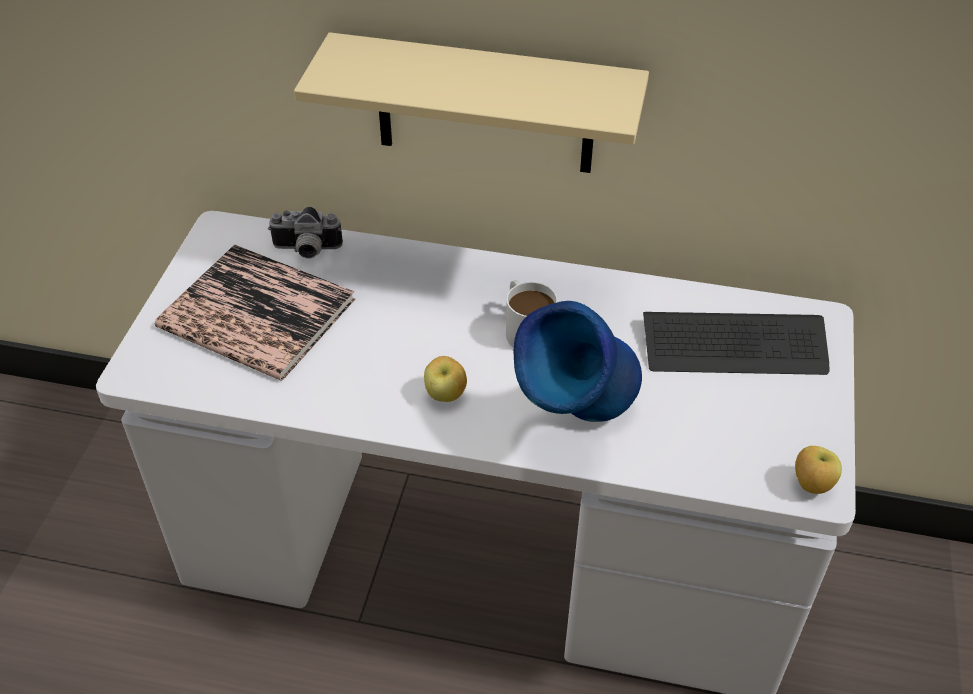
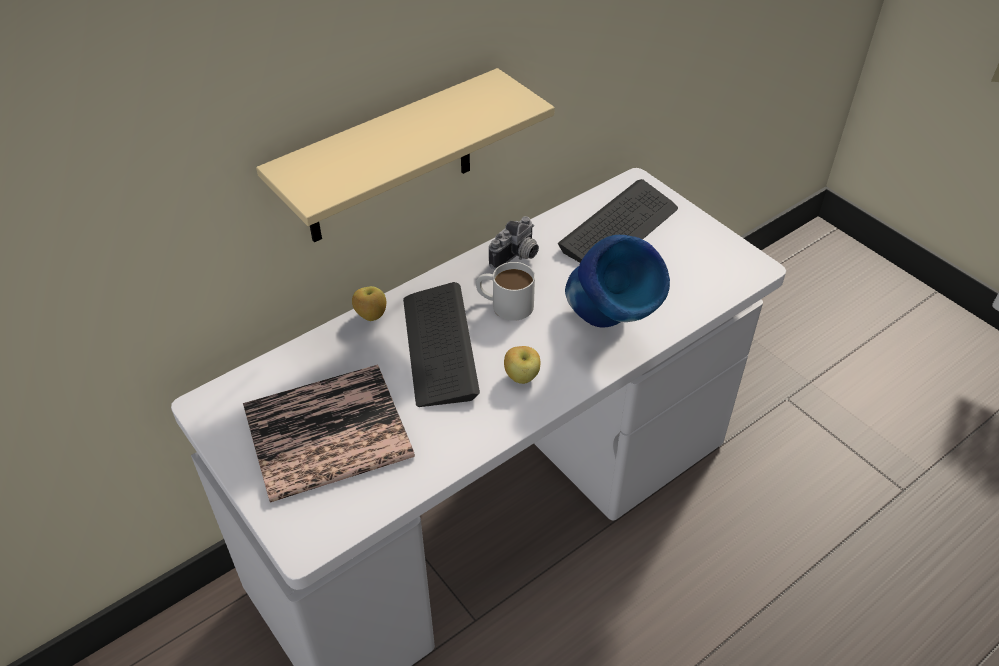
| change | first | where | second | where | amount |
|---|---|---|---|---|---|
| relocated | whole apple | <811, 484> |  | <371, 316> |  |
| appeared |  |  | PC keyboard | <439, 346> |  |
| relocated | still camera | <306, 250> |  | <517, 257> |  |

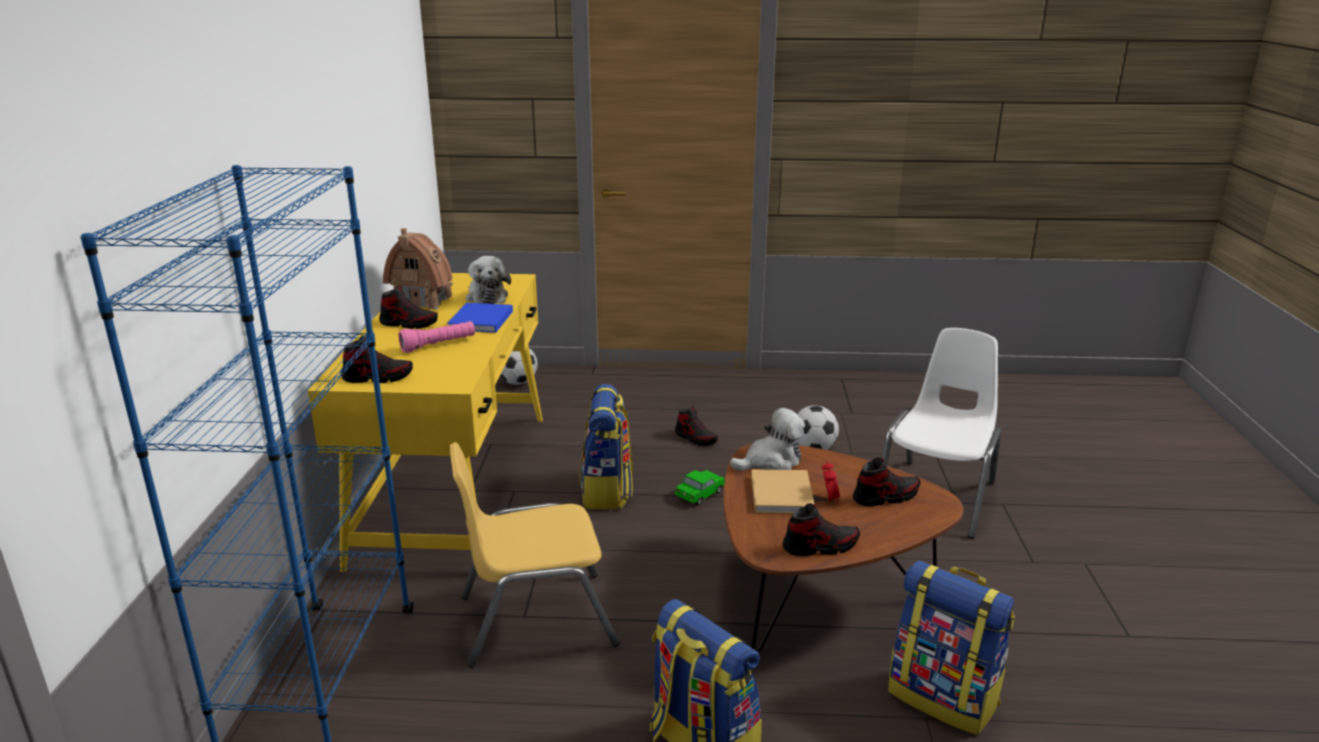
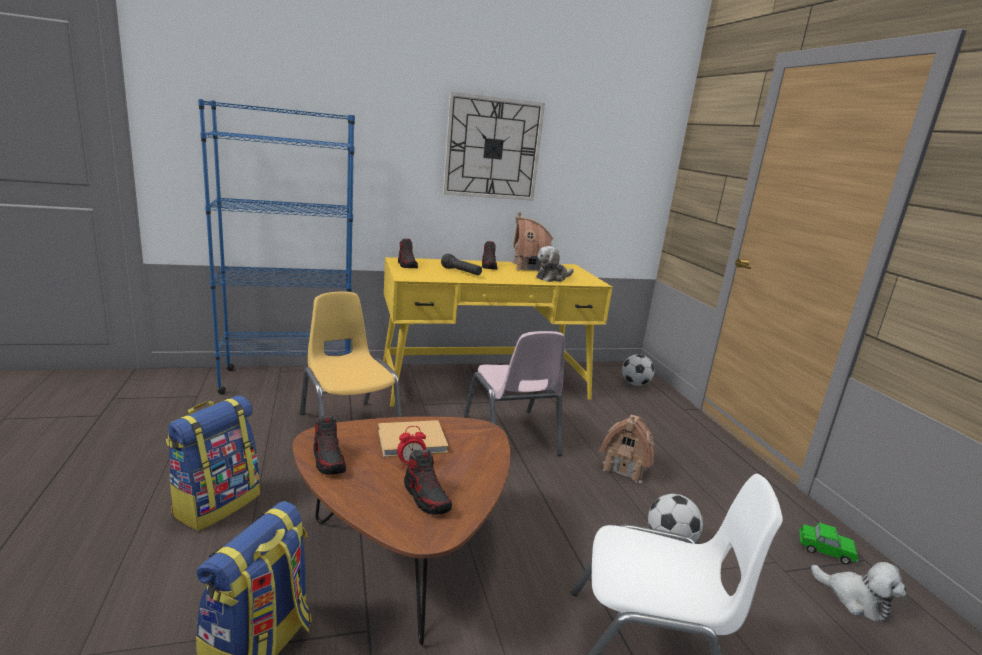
| change | first | where | second | where | amount |
|---|---|---|---|---|---|
| colour | pink-coloured flashlight | <438, 345> | black flashlight | <461, 272> |  |
| appeared |  |  | clock on the wall | <492, 148> |  |
| exchanged | rucksack | <607, 491> | pink-coloured chair | <511, 435> |  |
| exchanged | shoe | <696, 438> | miniature house | <625, 467> |  |
| relocated | miniature car | <700, 495> |  | <825, 550> |  |
| relocated | plush toy | <771, 461> |  | <855, 599> |  |
| missing | blue-coloured volume | <480, 321> |  |  |  |

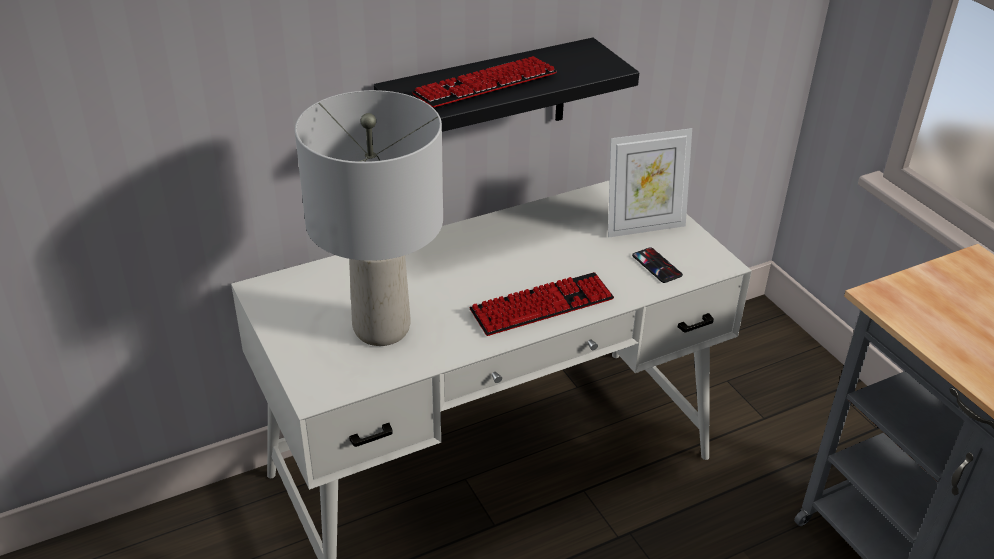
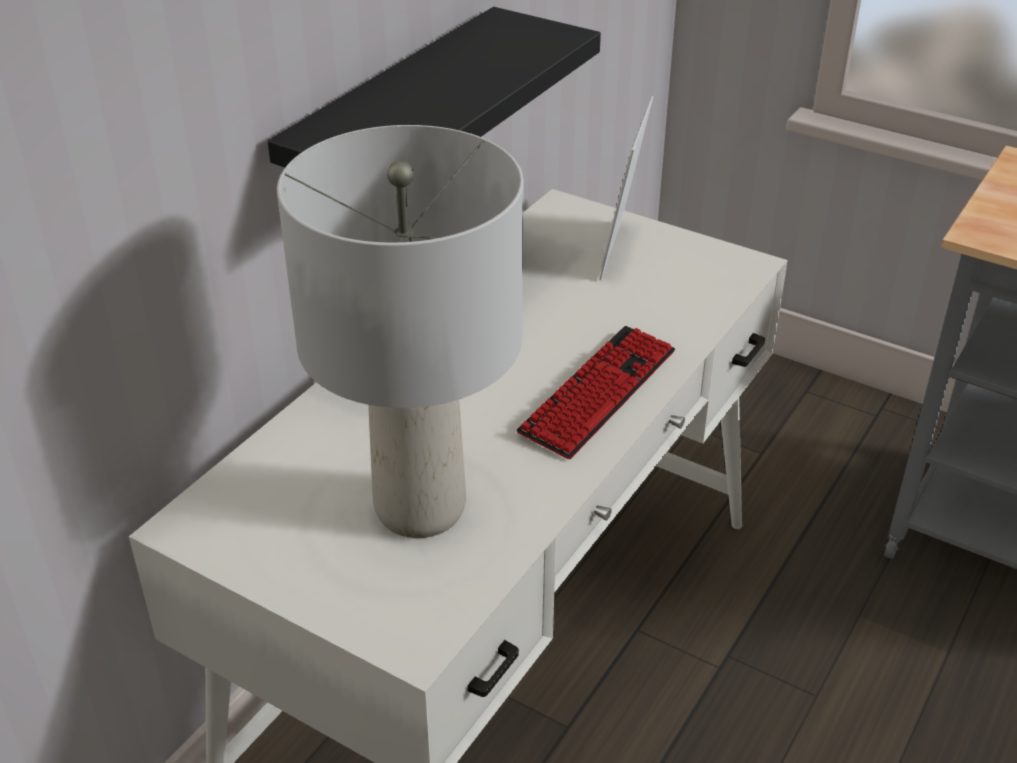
| change | first | where | second | where | amount |
|---|---|---|---|---|---|
| spun | standing frame | <643, 226> |  | <622, 251> | 150 degrees clockwise |
| missing | PC keyboard | <485, 85> |  |  |  |
| missing | telephone | <657, 265> |  |  |  |

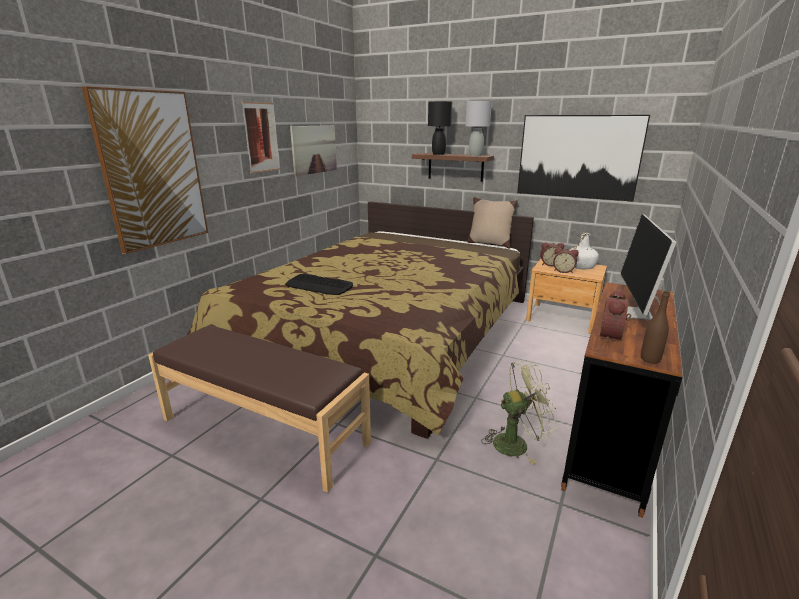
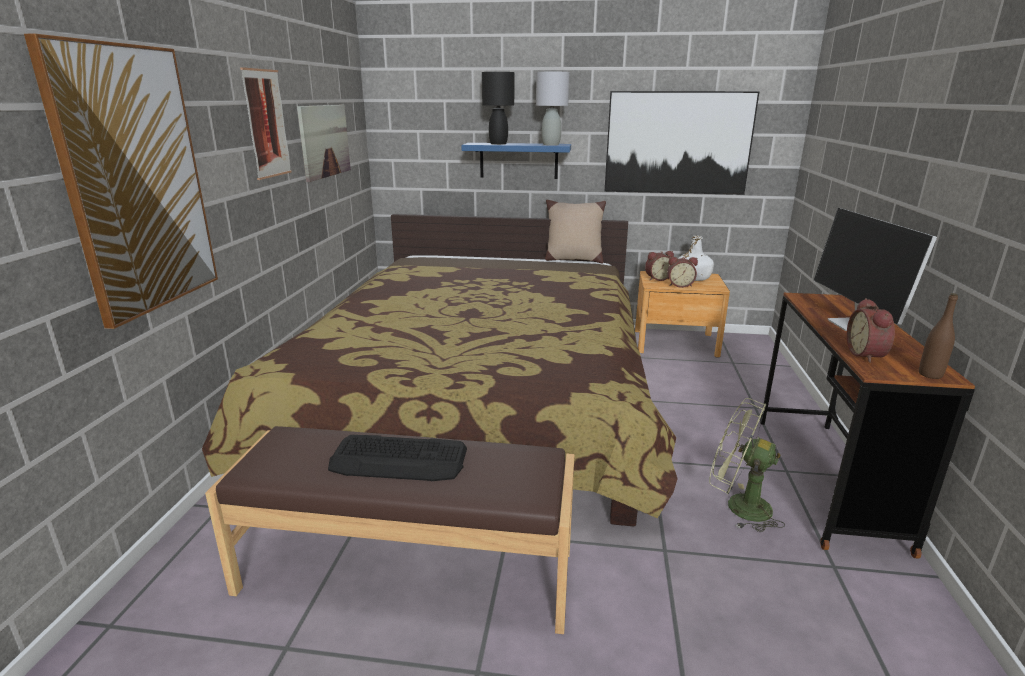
| change | first | where | second | where | amount |
|---|---|---|---|---|---|
| relocated | PC keyboard | <319, 285> |  | <399, 459> |  |
| colour | brown-coloured shelf | <455, 167> | blue-coloured shelf | <518, 160> |  |
| spun | greenish electric fan | <517, 443> |  | <738, 506> | 120 degrees counterclockwise |

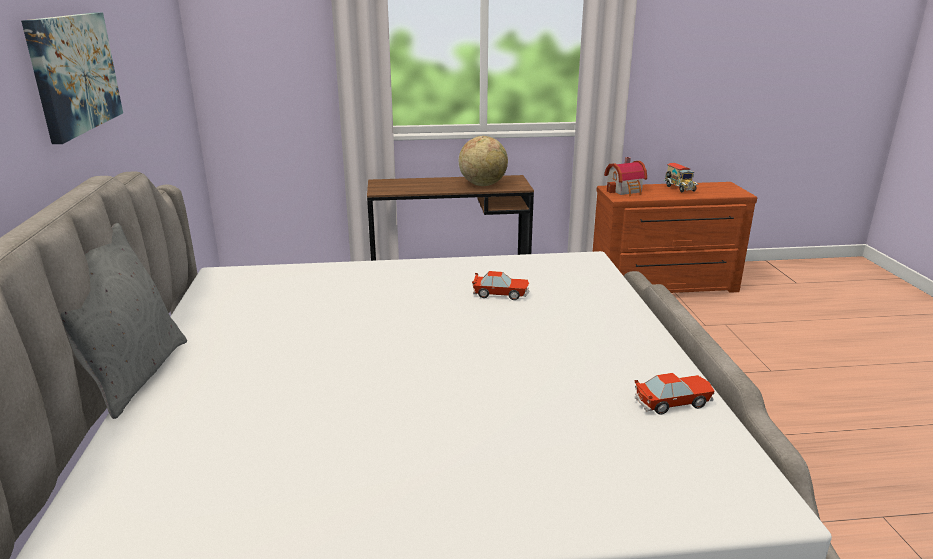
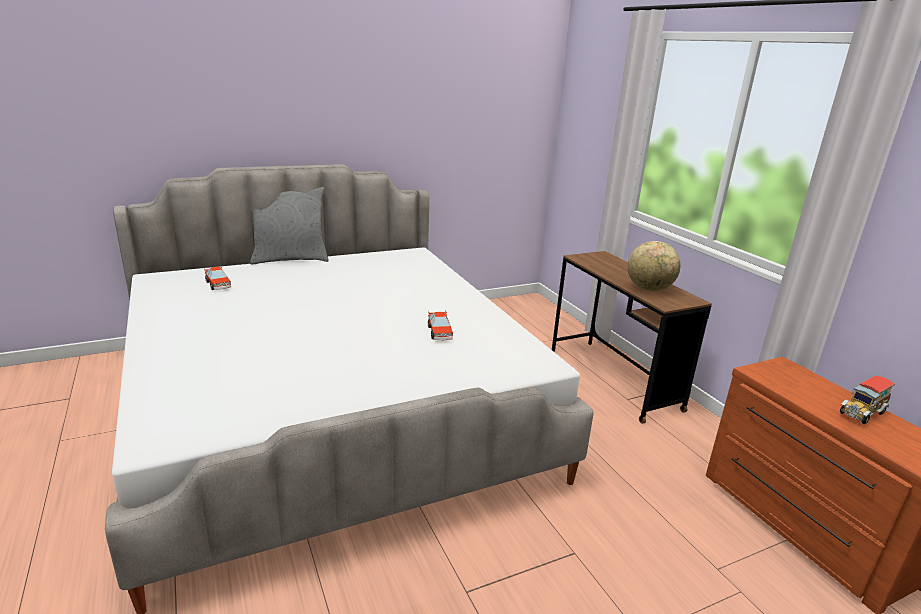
| change | first | where | second | where | amount |
|---|---|---|---|---|---|
| relocated | miniature car | <673, 402> |  | <218, 285> |  |
| missing | wall art | <74, 73> |  |  |  |
| missing | miniature house | <626, 190> |  |  |  |

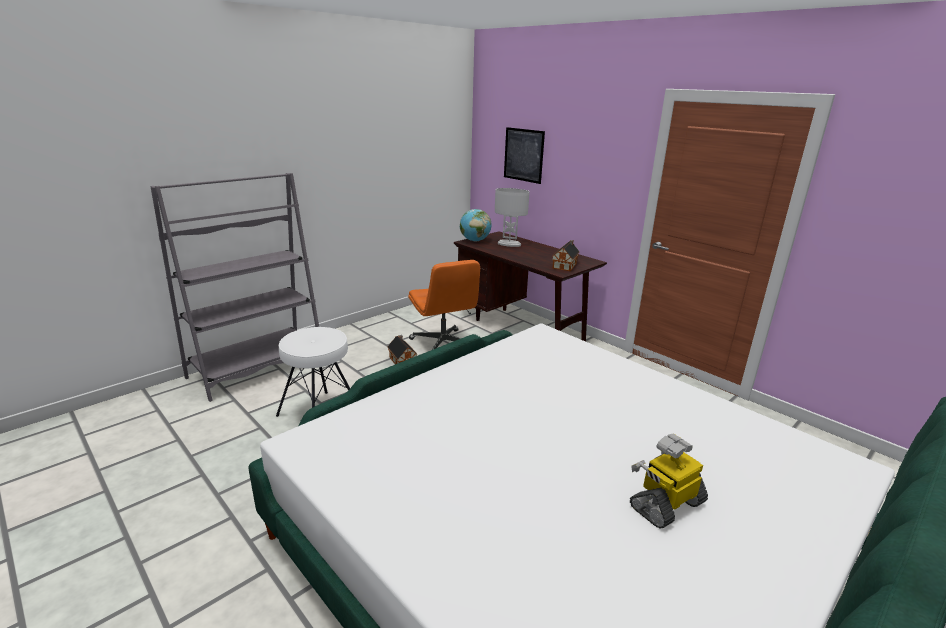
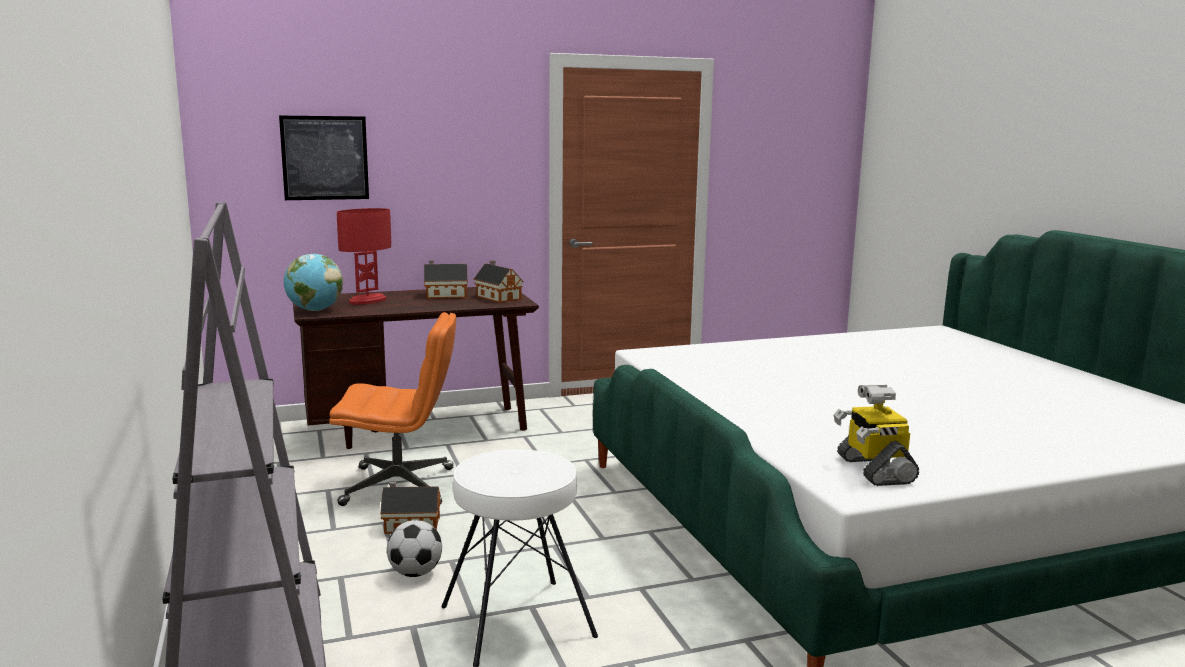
| change | first | where | second | where | amount |
|---|---|---|---|---|---|
| colour | white-coloured tabletop lamp | <509, 244> | red tabletop lamp | <367, 301> |  |
| appeared |  |  | ball for football | <415, 573> |  |
| appeared |  |  | miniature house | <444, 295> |  |
| relocated | model robot | <666, 504> |  | <873, 469> |  |

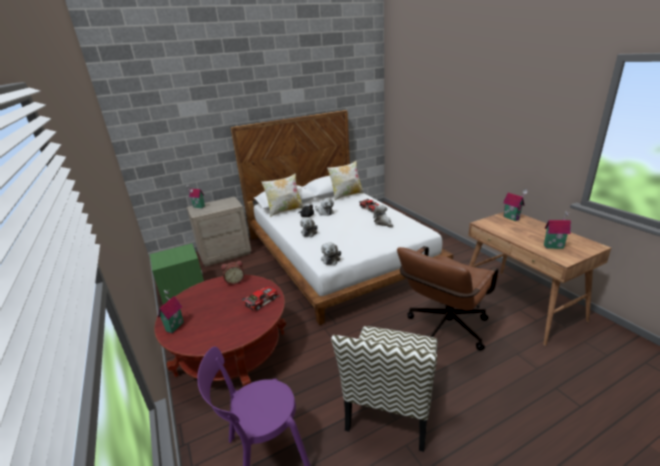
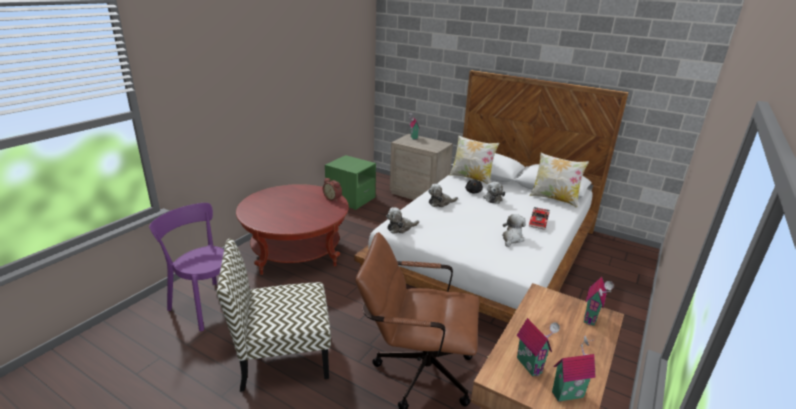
| change | first | where | second | where | amount |
|---|---|---|---|---|---|
| relocated | miniature house | <174, 326> |  | <567, 393> |  |
| missing | miniature car | <261, 301> |  |  |  |

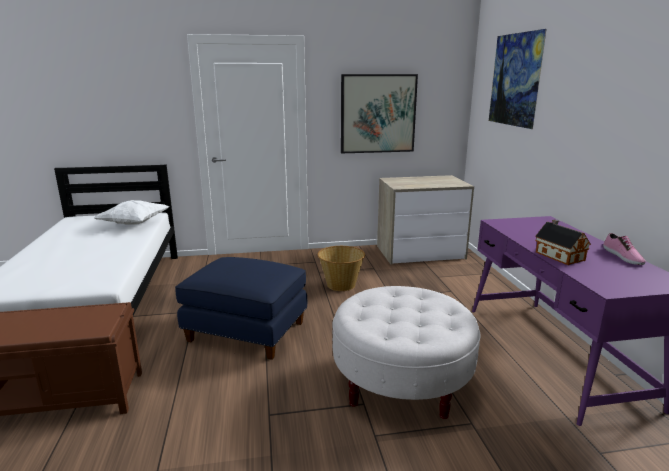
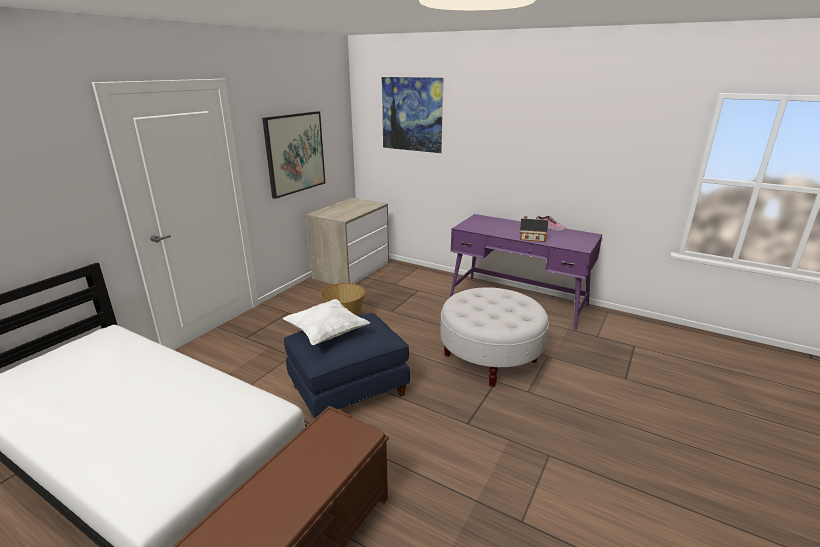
| change | first | where | second | where | amount |
|---|---|---|---|---|---|
| relocated | white-coloured pillow | <134, 223> |  | <327, 333> |  |

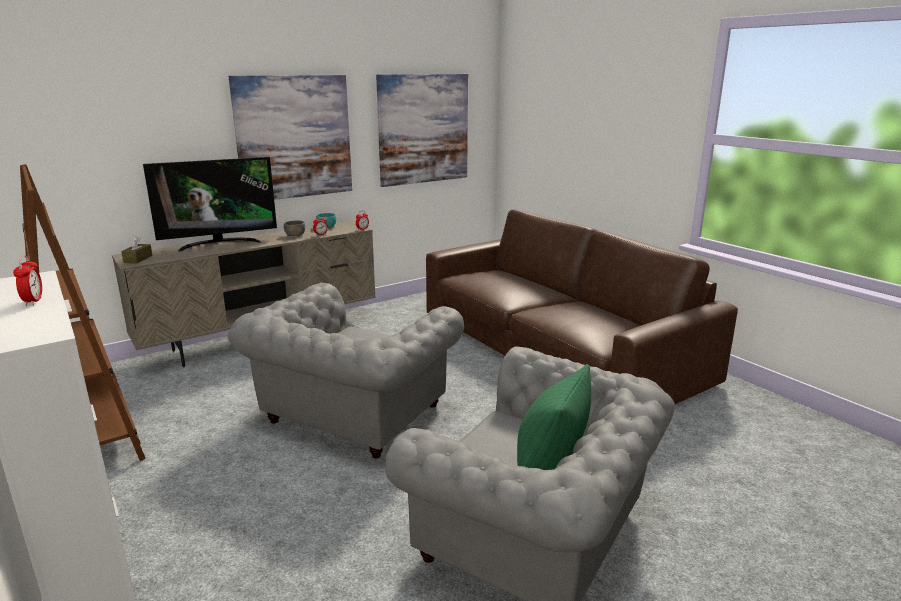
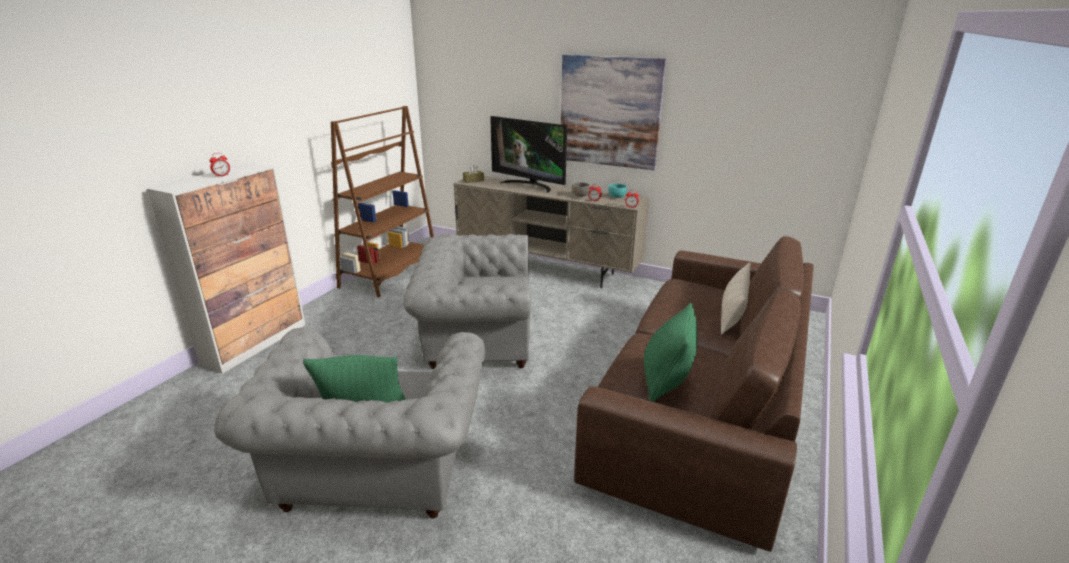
| change | first | where | second | where | amount |
|---|---|---|---|---|---|
| appeared |  |  | greenish pillow | <666, 382> |  |
| appeared |  |  | beige-coloured pillow | <732, 315> |  |
| missing | wall art | <423, 129> |  |  |  |

